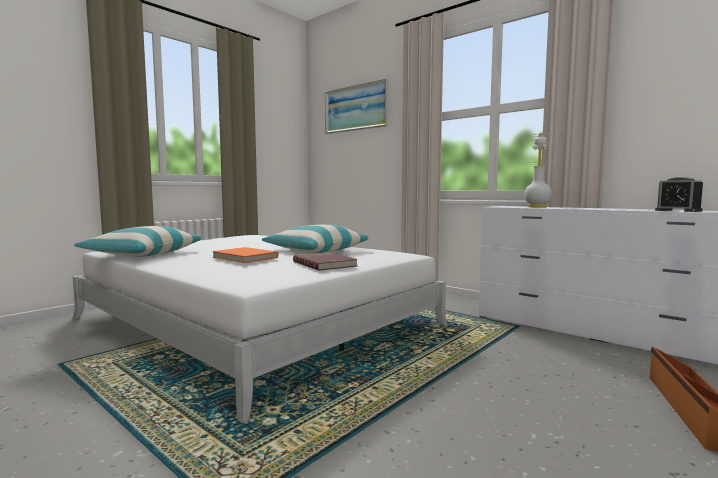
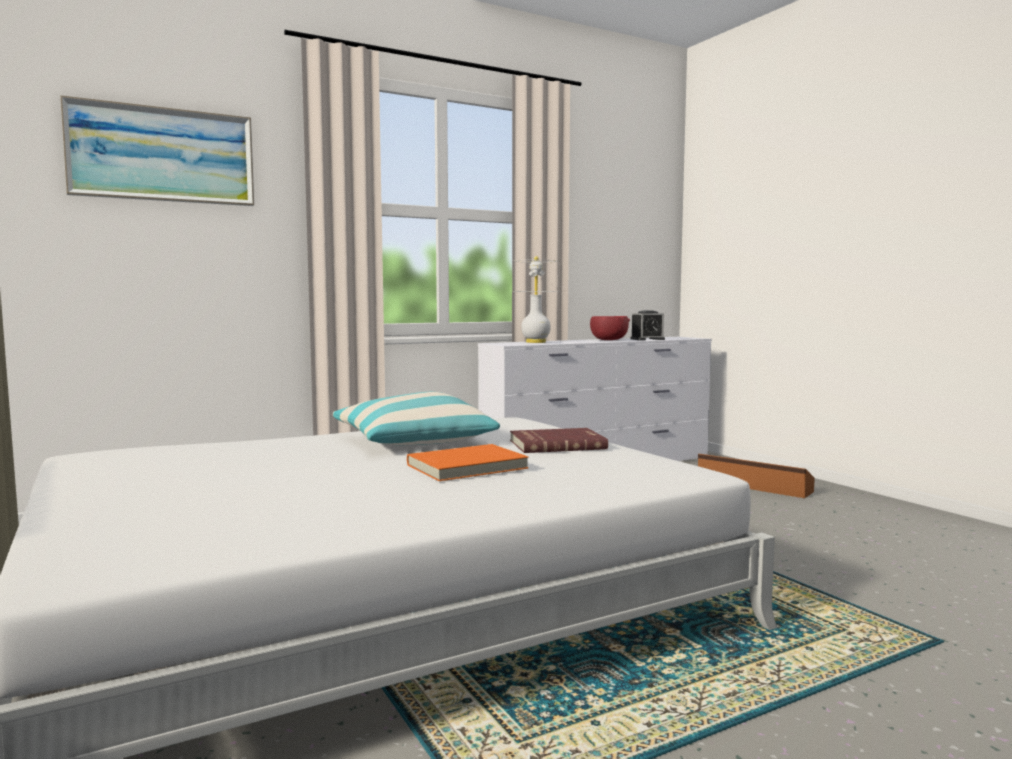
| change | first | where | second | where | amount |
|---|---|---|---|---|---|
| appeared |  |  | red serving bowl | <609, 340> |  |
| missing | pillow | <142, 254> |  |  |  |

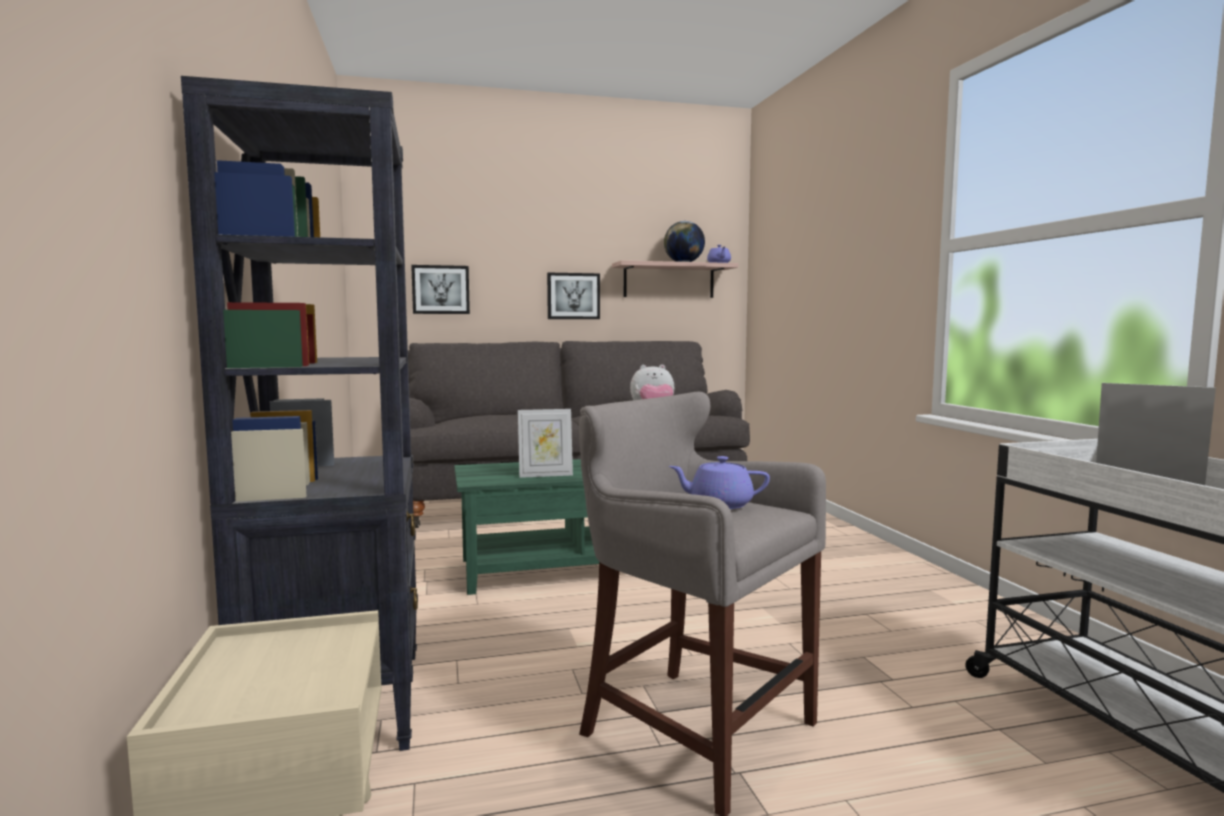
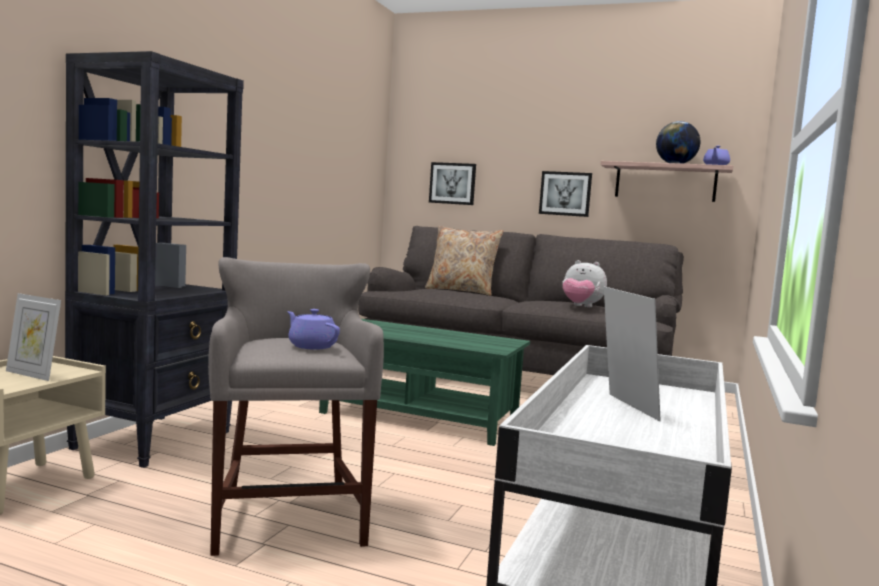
| change | first | where | second | where | amount |
|---|---|---|---|---|---|
| relocated | standing frame | <545, 475> |  | <33, 374> |  |
| appeared |  |  | beige-coloured pillow | <461, 291> |  |

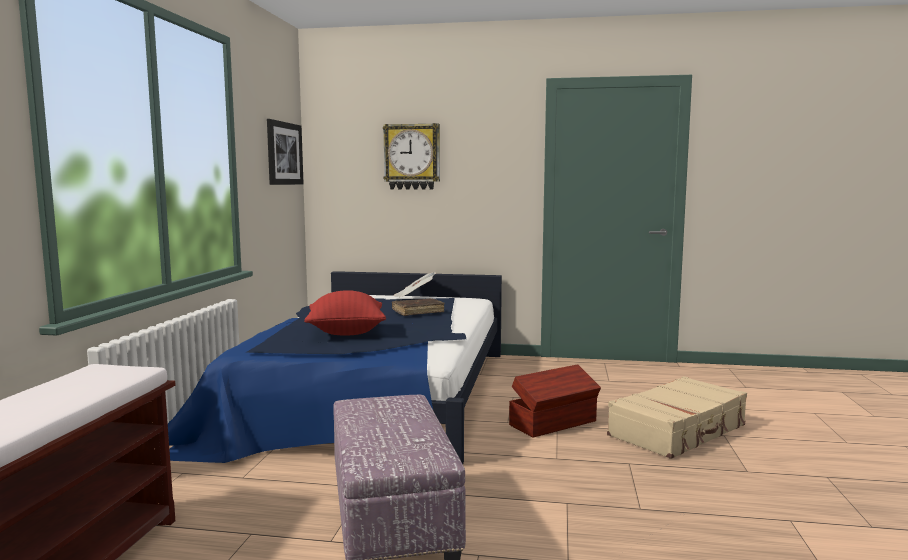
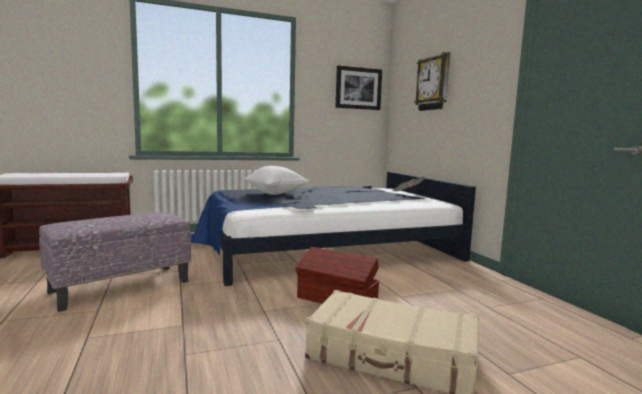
| change | first | where | second | where | amount |
|---|---|---|---|---|---|
| colour | red pillow | <346, 332> | white-coloured pillow | <275, 193> |  |
| missing | brown-coloured volume | <418, 312> |  |  |  |

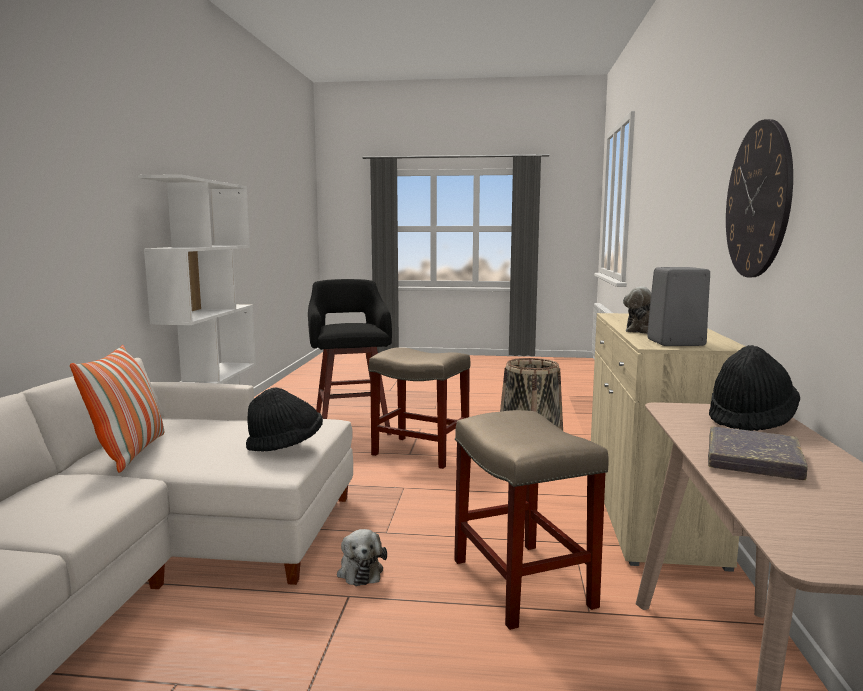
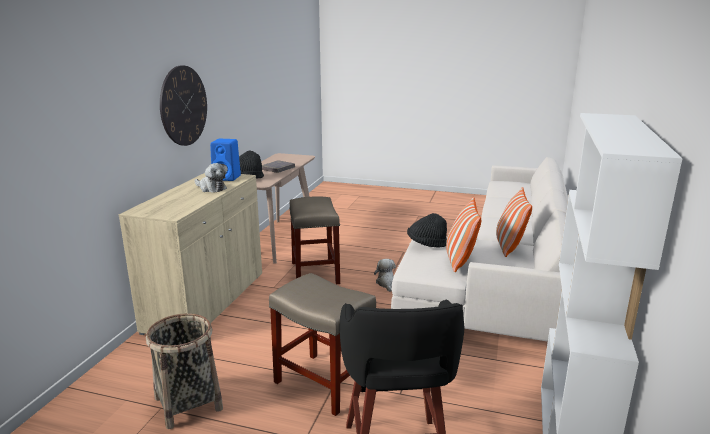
| change | first | where | second | where | amount |
|---|---|---|---|---|---|
| colour | grey loudspeaker | <674, 343> | blue-coloured loudspeaker | <228, 178> |  |
| appeared |  |  | pillow | <460, 260> |  |

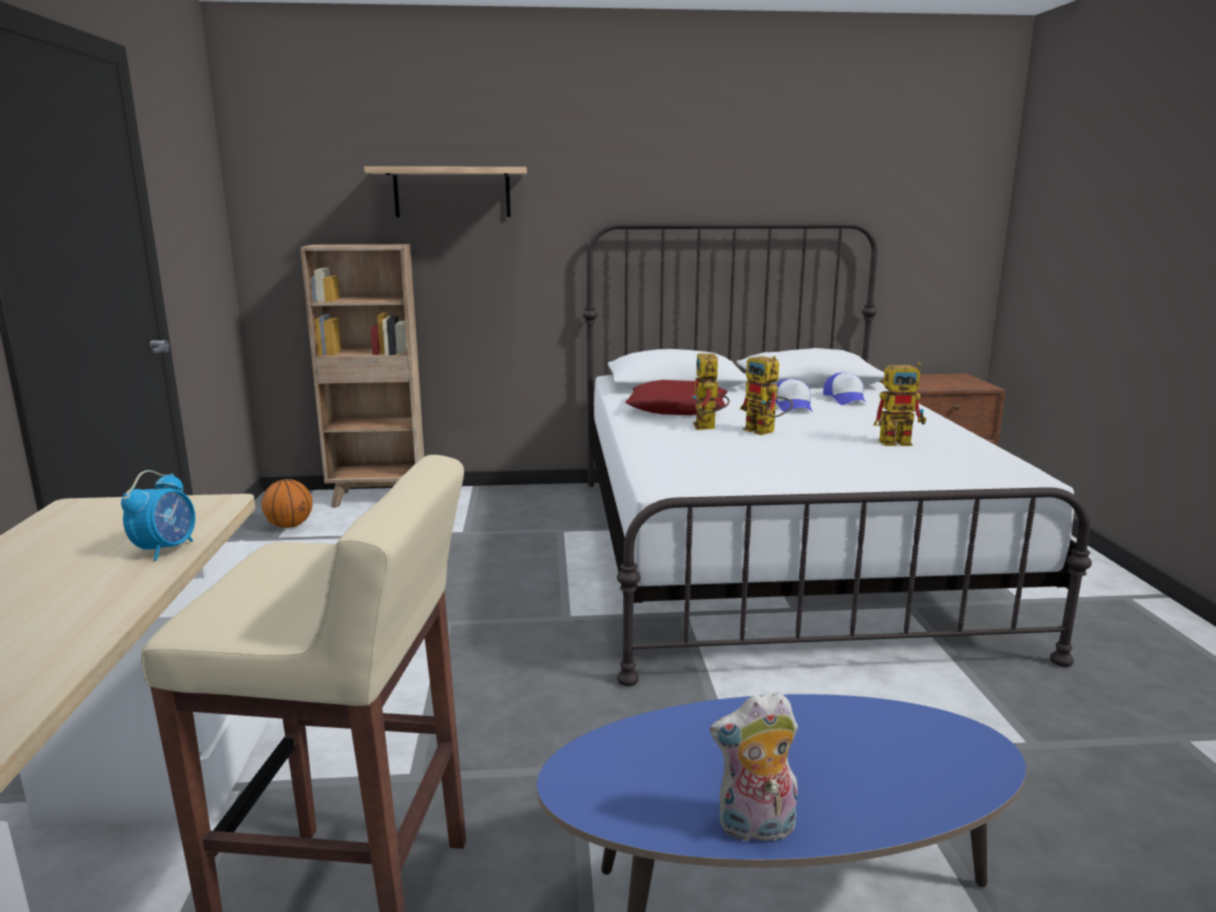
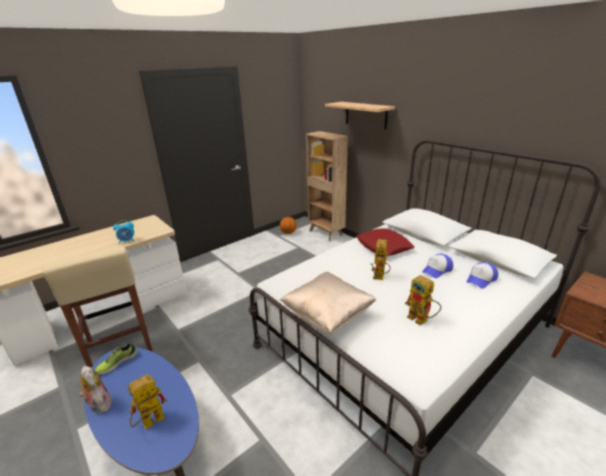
| change | first | where | second | where | amount |
|---|---|---|---|---|---|
| appeared |  |  | shoe | <117, 362> |  |
| relocated | model robot | <708, 428> |  | <149, 424> |  |
| appeared |  |  | beige-coloured pillow | <327, 315> |  |

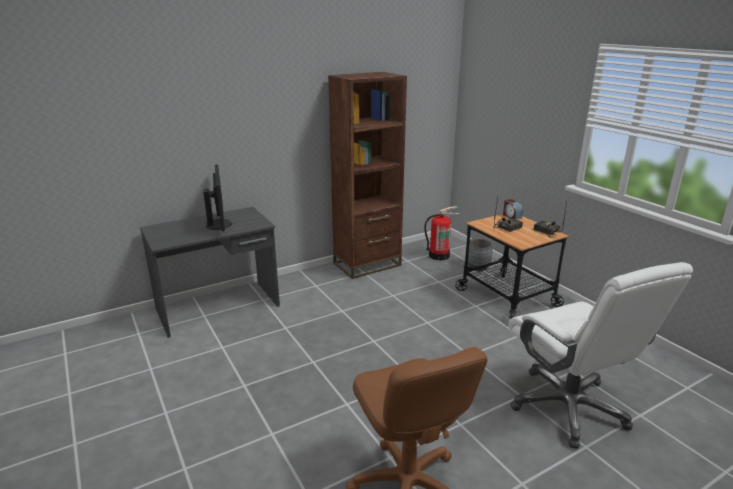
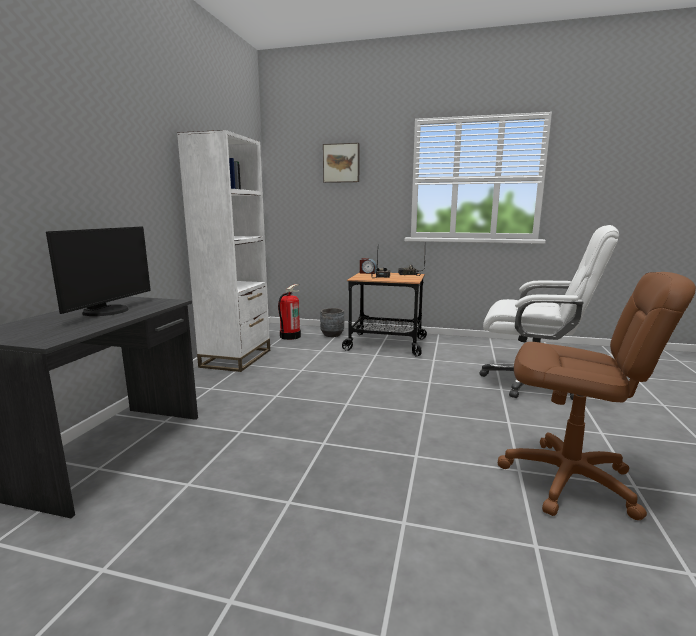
| change | first | where | second | where | amount |
|---|---|---|---|---|---|
| spun | computer display | <220, 224> |  | <108, 311> | 75 degrees clockwise |
| colour | brown-coloured bookshelf | <367, 264> | white-coloured bookshelf | <236, 358> |  |
| appeared |  |  | wall art | <341, 163> |  |

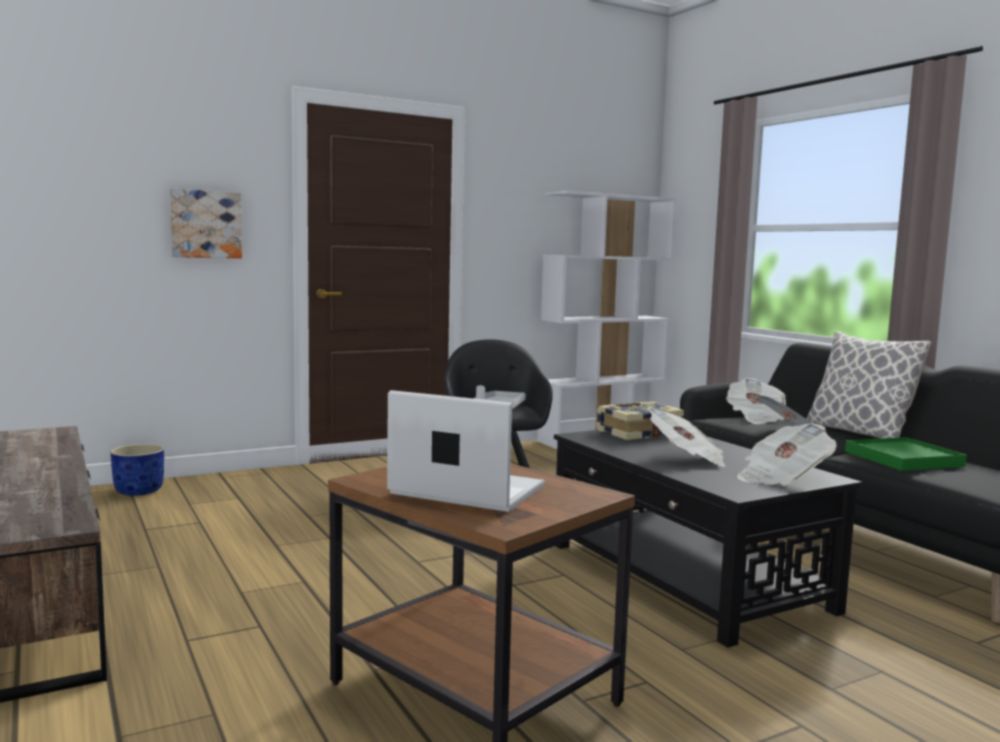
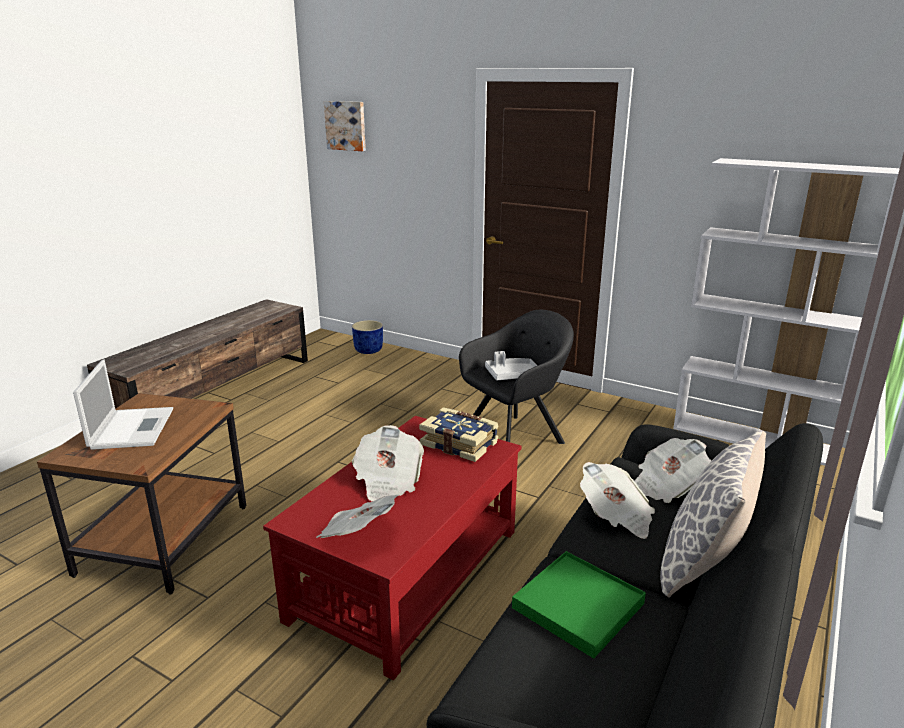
| change | first | where | second | where | amount |
|---|---|---|---|---|---|
| colour | black coffee table | <686, 577> | red coffee table | <406, 574> |  |
| relocated | wall art | <206, 224> |  | <346, 125> |  |

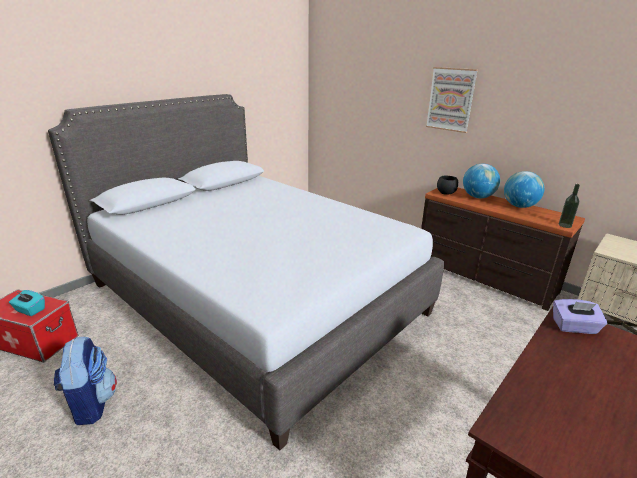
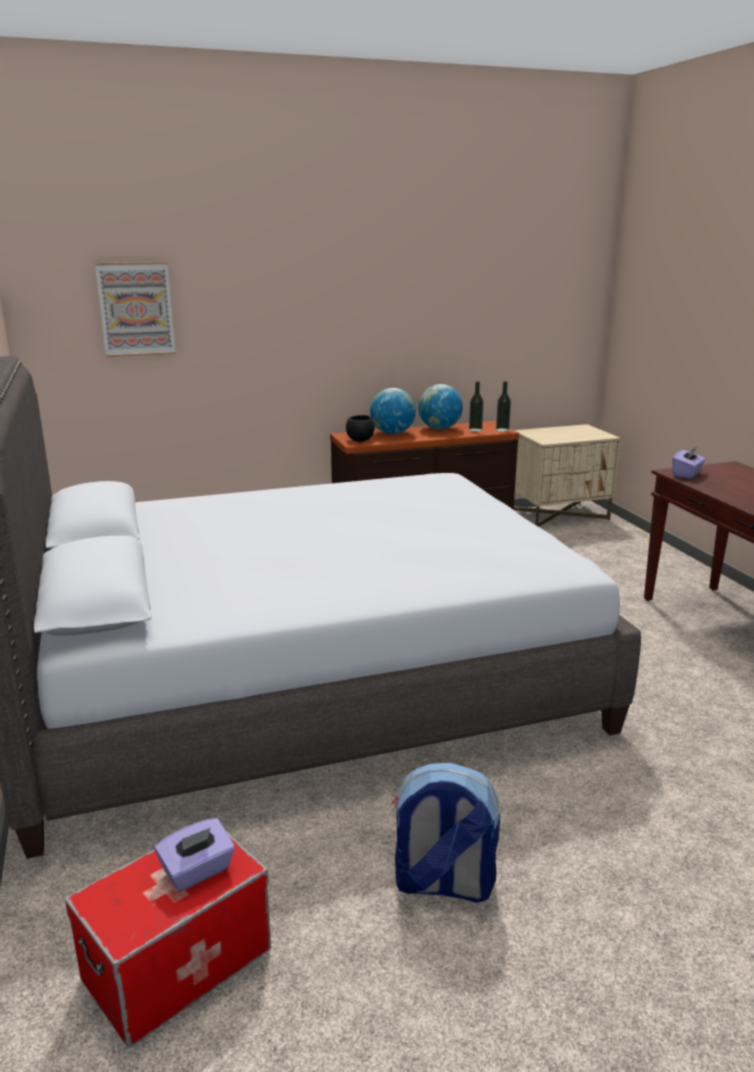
| change | first | where | second | where | amount |
|---|---|---|---|---|---|
| relocated | wall art | <451, 99> |  | <136, 309> |  |
| colour | turquoise-coloured box of tissues | <30, 310> | purplish box of tissues | <197, 871> |  |
| appeared |  |  | beverage bottle | <475, 430> |  |

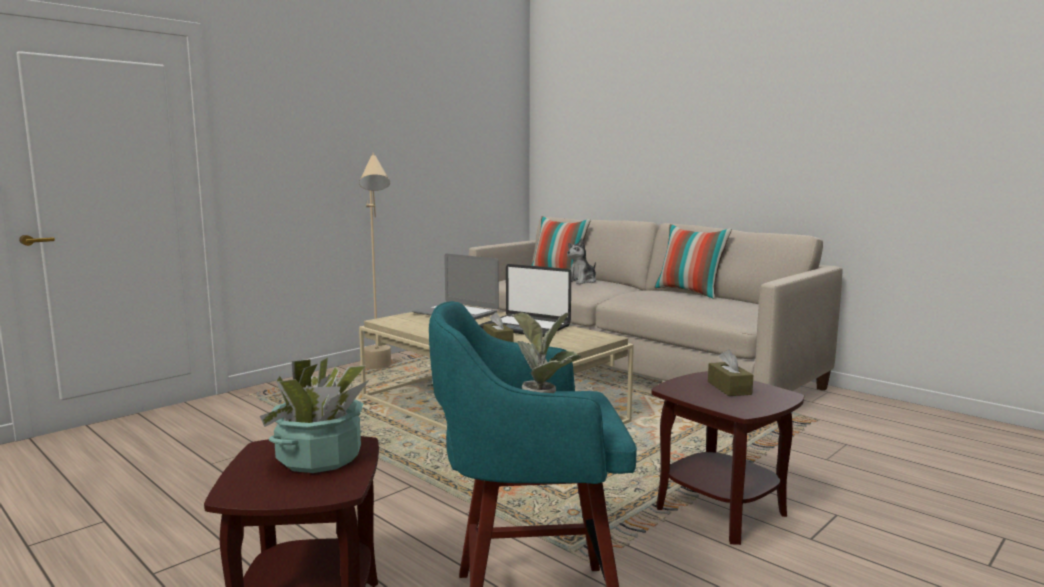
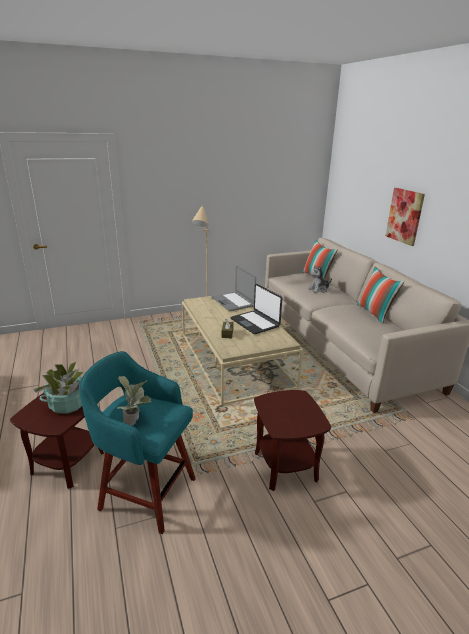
| change | first | where | second | where | amount |
|---|---|---|---|---|---|
| appeared |  |  | wall art | <404, 216> |  |
| missing | brown-coloured box of tissues | <729, 388> |  |  |  |

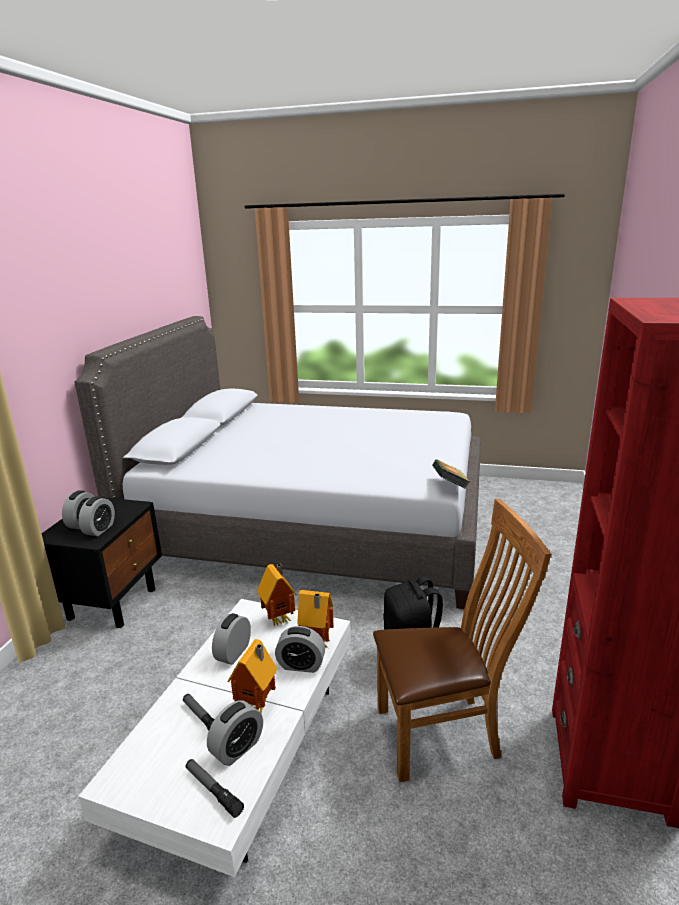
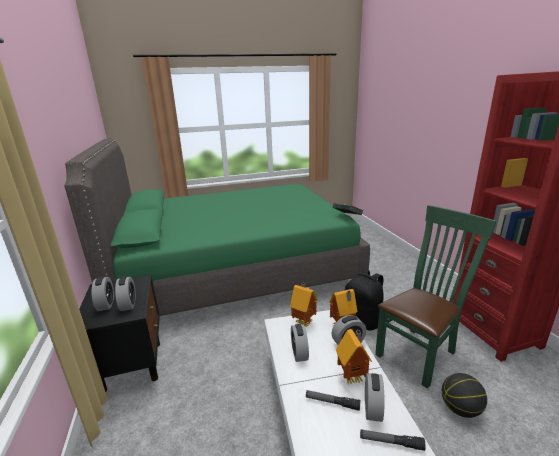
| change | first | where | second | where | amount |
|---|---|---|---|---|---|
| colour | grey bedroom bed | <314, 525> | greenish bedroom bed | <235, 270> |  |
| colour | brown-coloured chair | <445, 733> | greenish chair | <419, 352> |  |
| appeared |  |  | basketball | <460, 409> |  |

